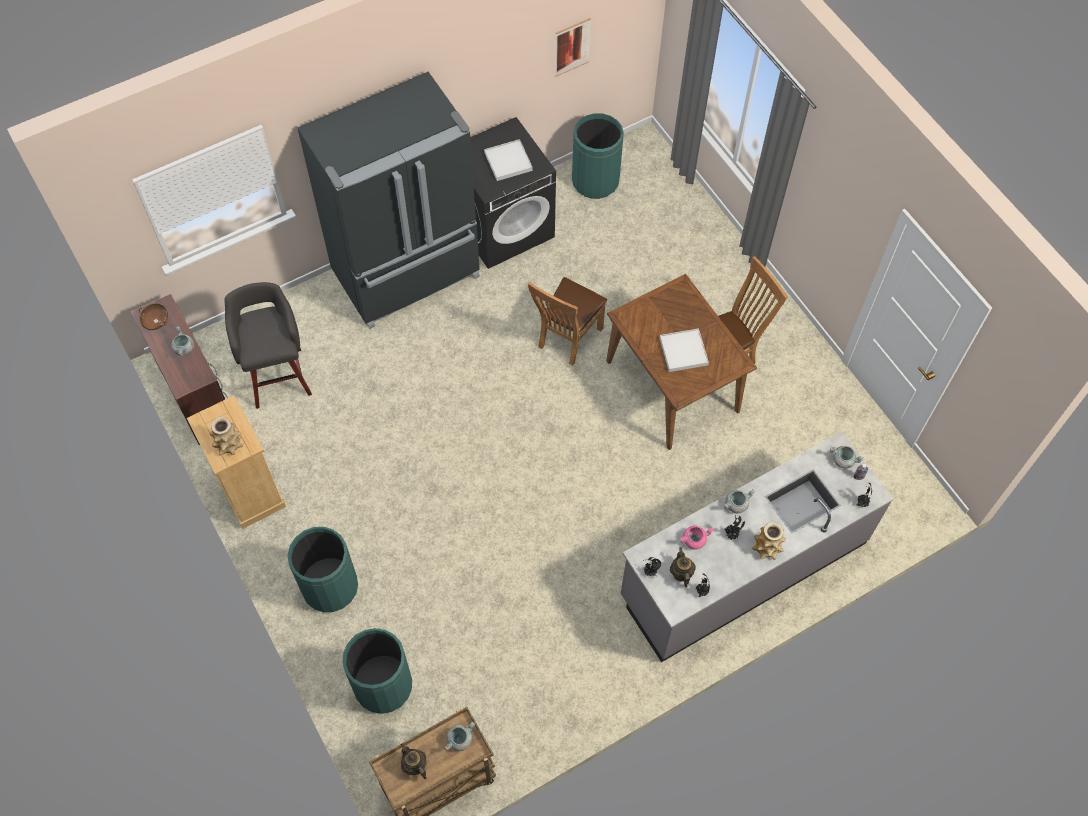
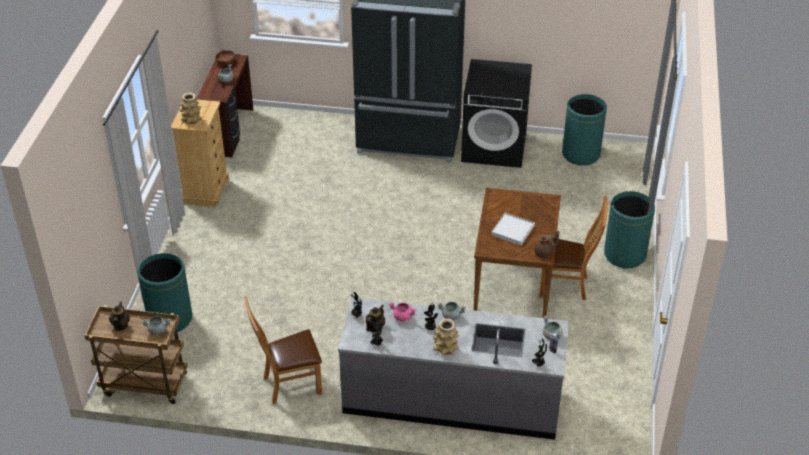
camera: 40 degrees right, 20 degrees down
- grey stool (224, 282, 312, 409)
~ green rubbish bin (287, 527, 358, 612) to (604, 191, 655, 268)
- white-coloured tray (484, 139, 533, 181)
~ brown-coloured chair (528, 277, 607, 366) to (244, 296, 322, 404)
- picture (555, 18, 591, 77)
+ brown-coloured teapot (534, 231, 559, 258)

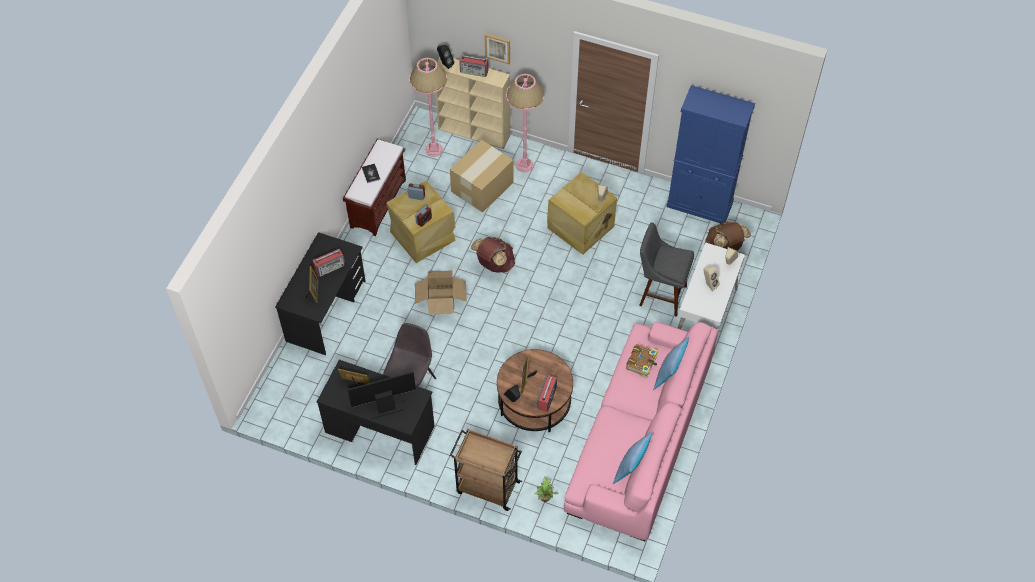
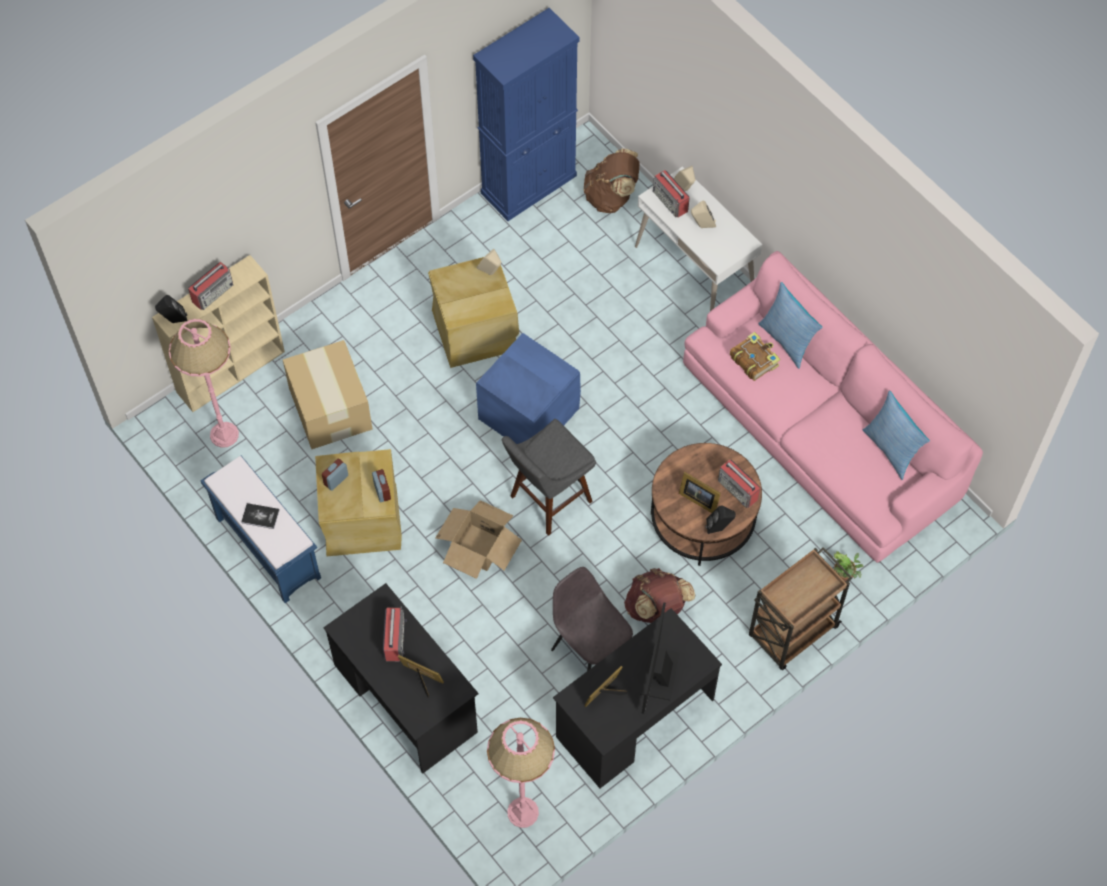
camera: 60 degrees left, 5 degrees up
~ brown-coloured bench (343, 139, 406, 236) to blue bench (201, 456, 321, 603)
~ brown-coloured rucksack (471, 237, 515, 273) to (624, 568, 695, 623)
- picture (485, 33, 510, 64)
~ pinkish standing lamp (506, 74, 544, 172) to (487, 718, 555, 828)
~ grey stool (639, 223, 694, 317) to (502, 419, 596, 536)
+ blue storage bin (476, 333, 581, 444)
+ radio set (653, 170, 690, 218)

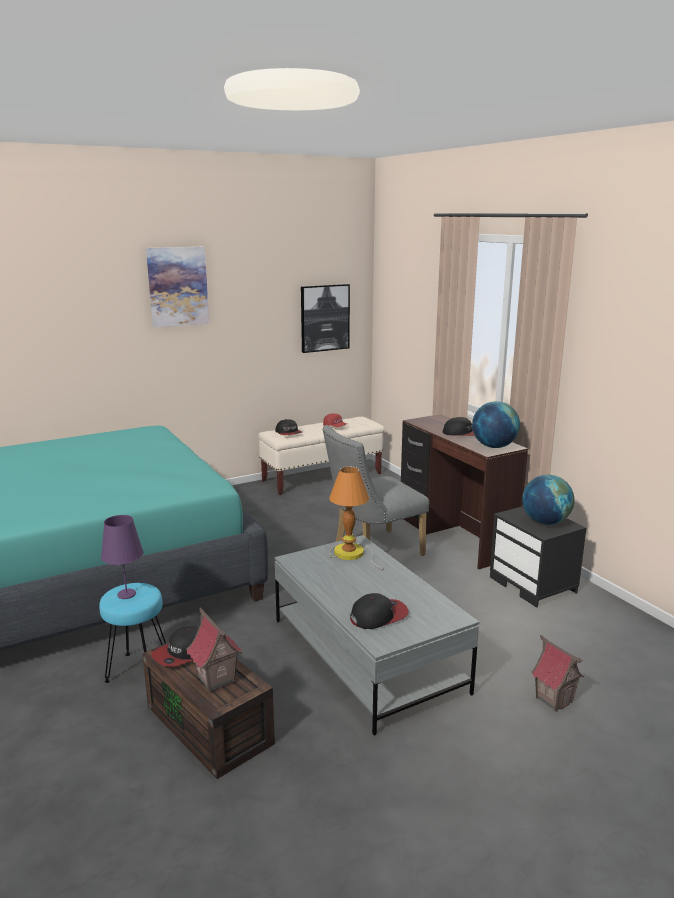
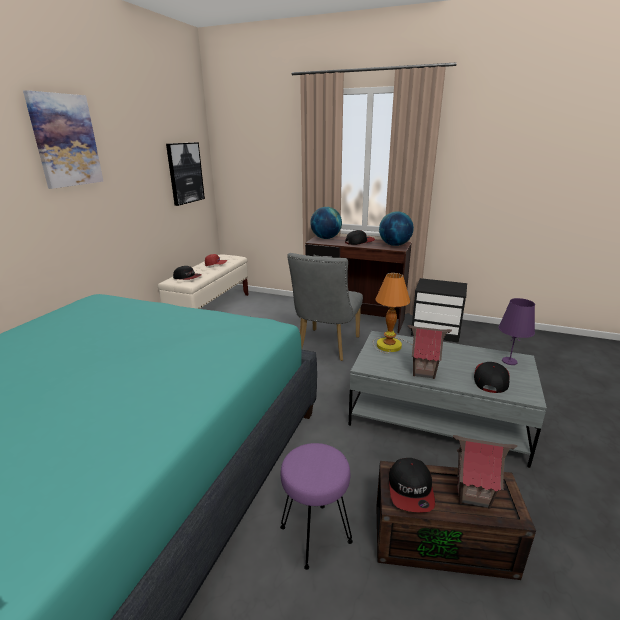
camera: 40 degrees left, 5 degrees up
~ turquoise-coloured stool (99, 583, 166, 683) to purplish stool (280, 443, 353, 570)
~ purplish tabletop lamp (101, 515, 144, 599) to (498, 298, 535, 365)
~ world globe (522, 475, 574, 525) to (310, 207, 342, 239)
~ miniature house (531, 635, 584, 712) to (408, 325, 452, 379)

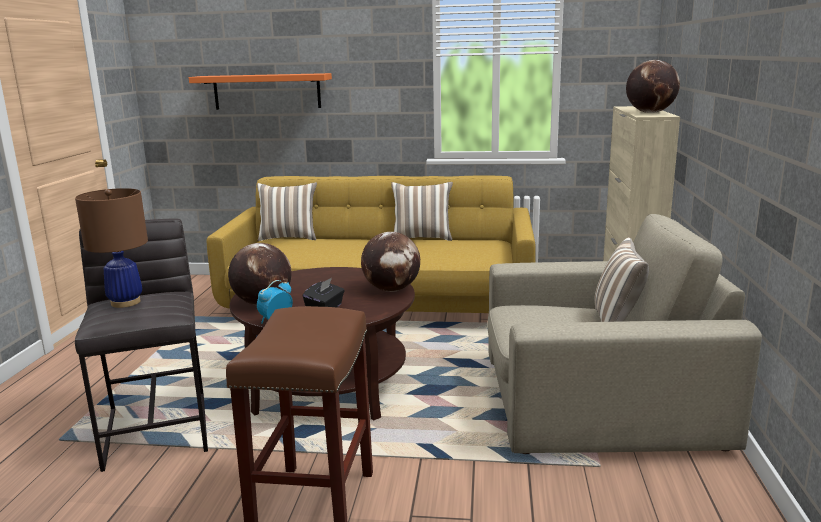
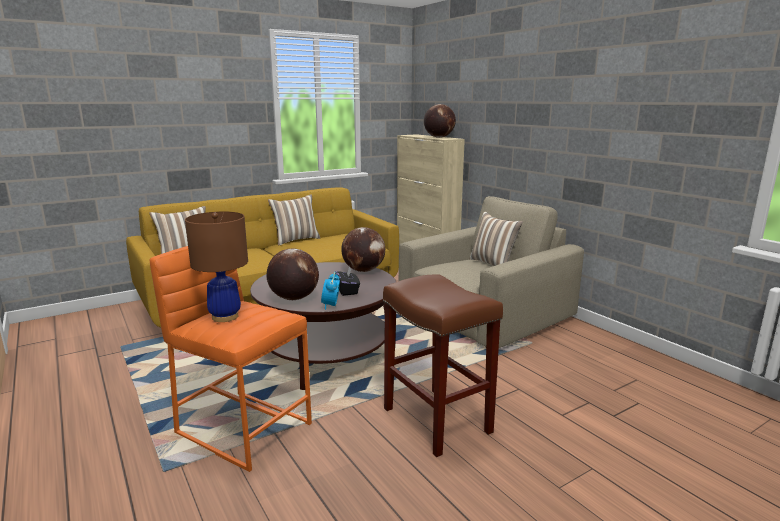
camera: 40 degrees left, 0 degrees up
~ grey stool (75, 218, 208, 472) to orangey stool (150, 246, 312, 472)
- orangey shelf (189, 73, 332, 110)

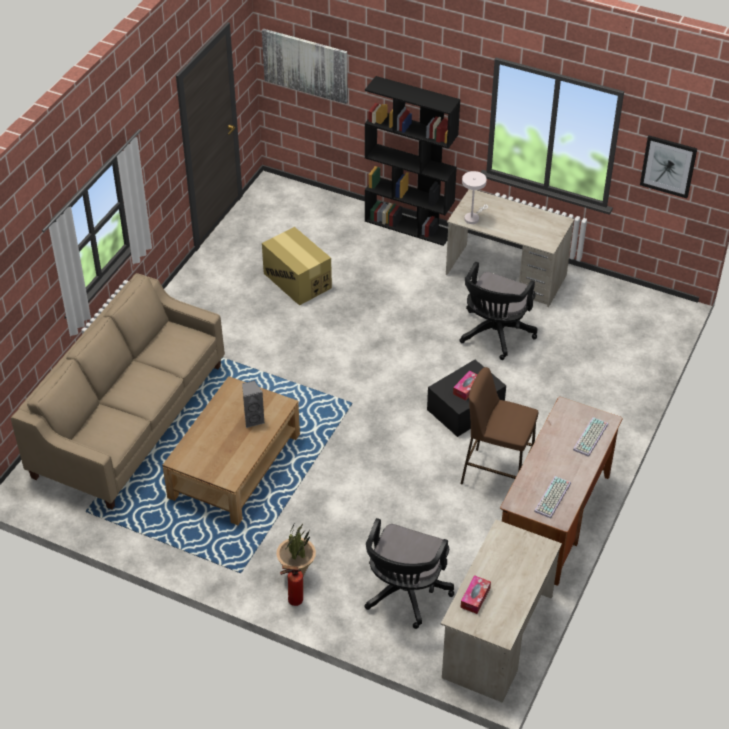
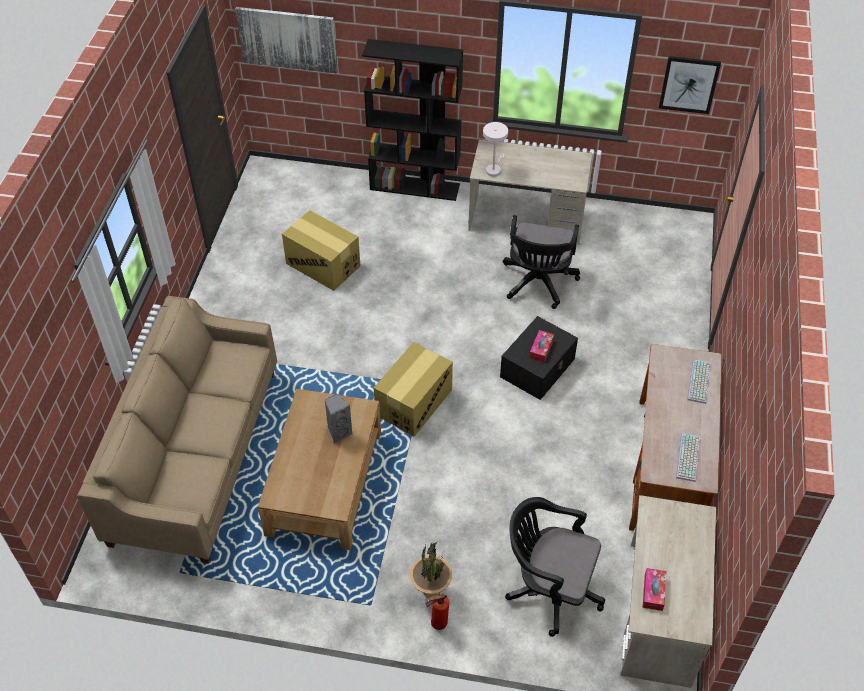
camera: 15 degrees left, 5 degrees up
~ black-coloured computer chair (364, 518, 454, 629) = (505, 497, 605, 637) 105 degrees clockwise
- brown-coloured stool (461, 367, 538, 485)
+ packing box (374, 342, 453, 437)

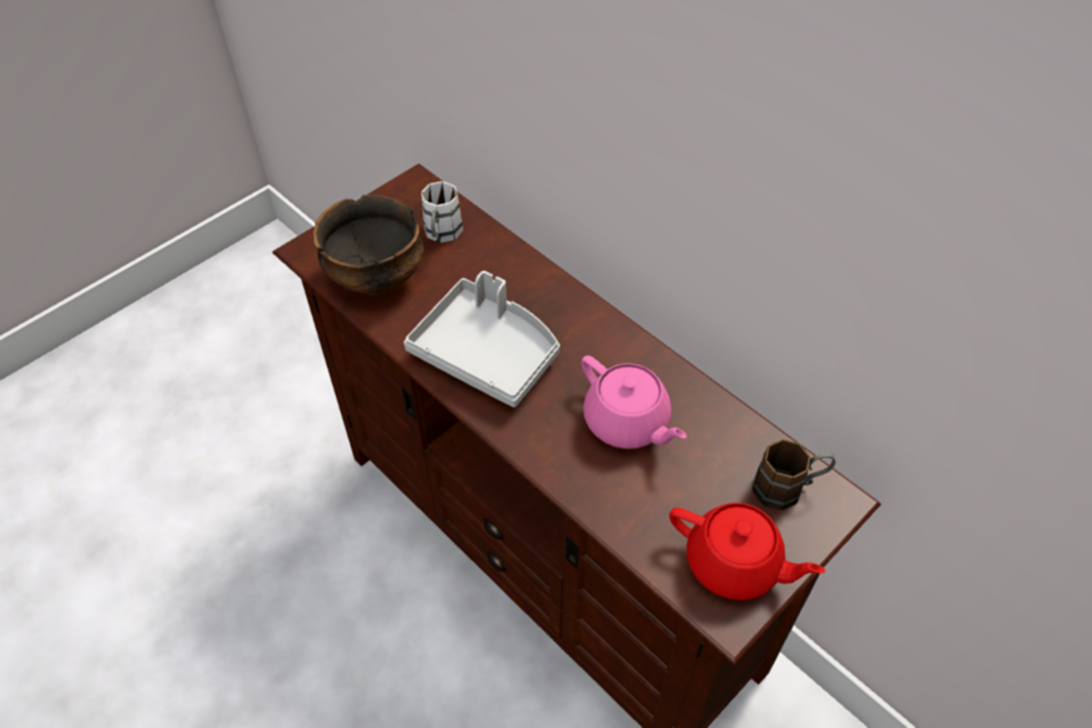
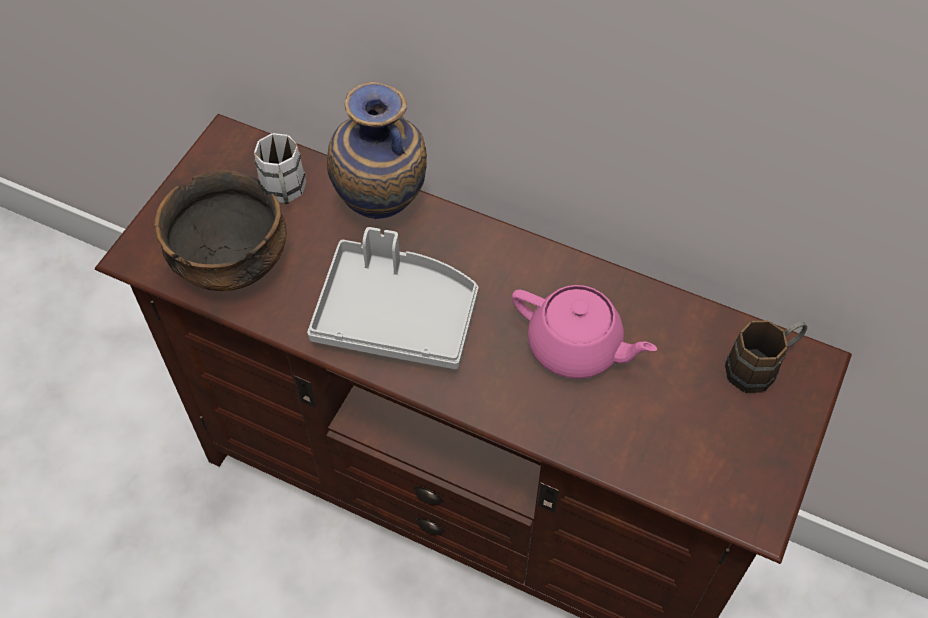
camera: 20 degrees left, 5 degrees up
- red teapot (669, 503, 825, 600)
+ decorative vase (327, 82, 427, 219)

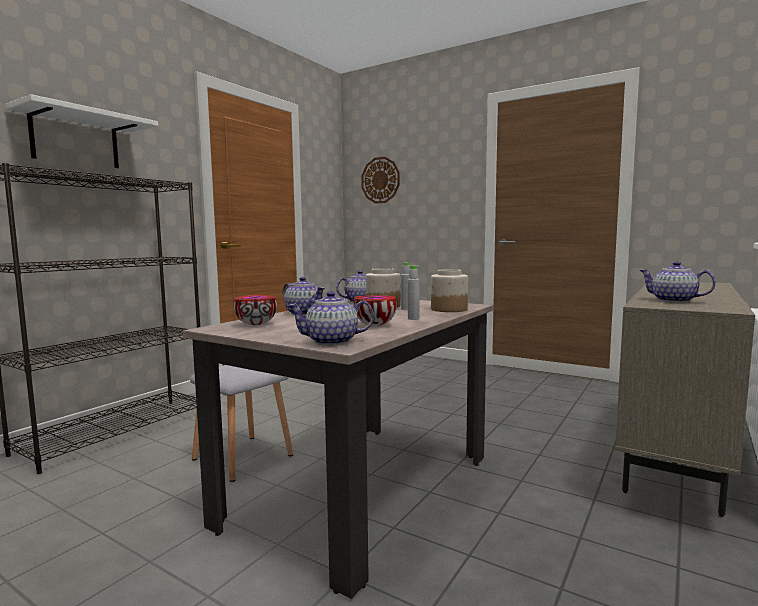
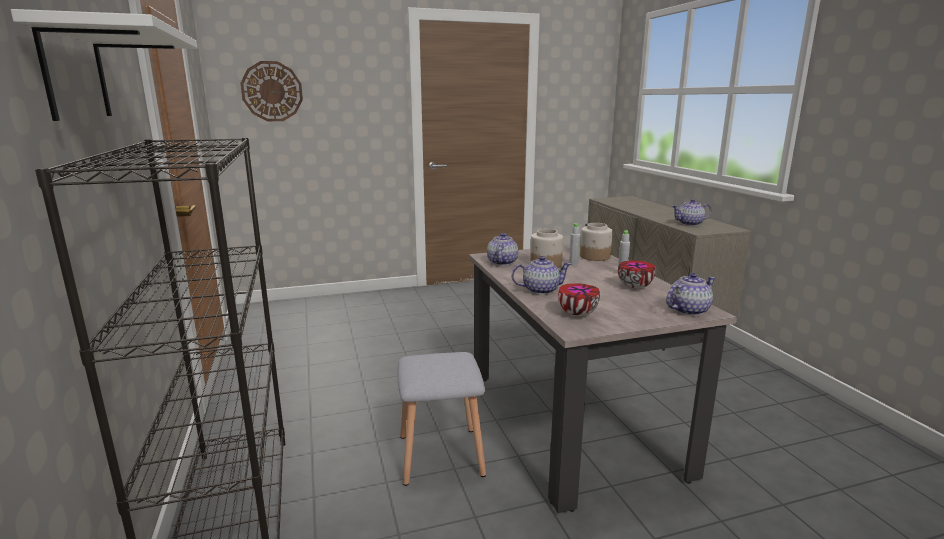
camera: 50 degrees left, 10 degrees up
~ teapot (287, 291, 374, 346) = (666, 273, 715, 316) 150 degrees counterclockwise

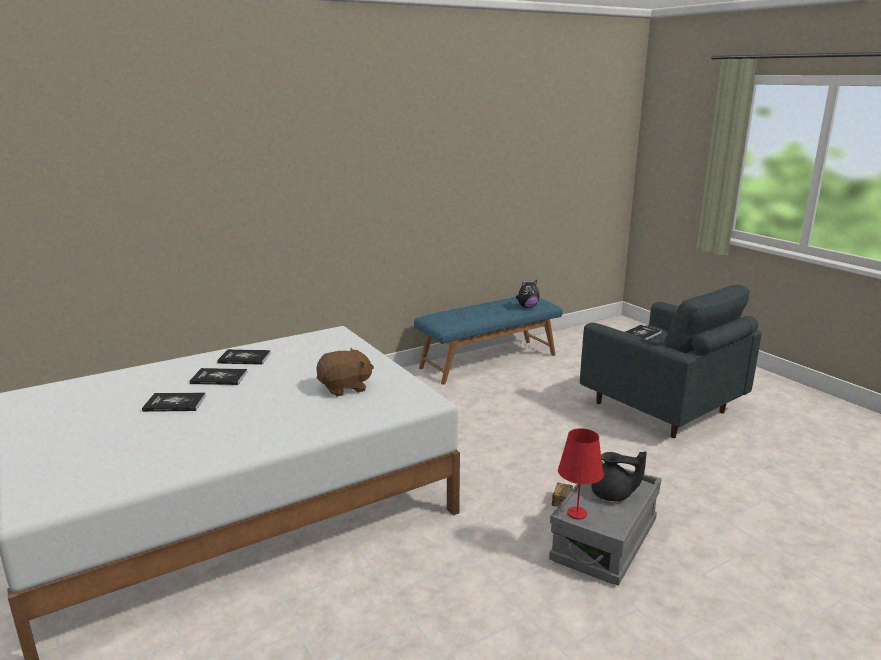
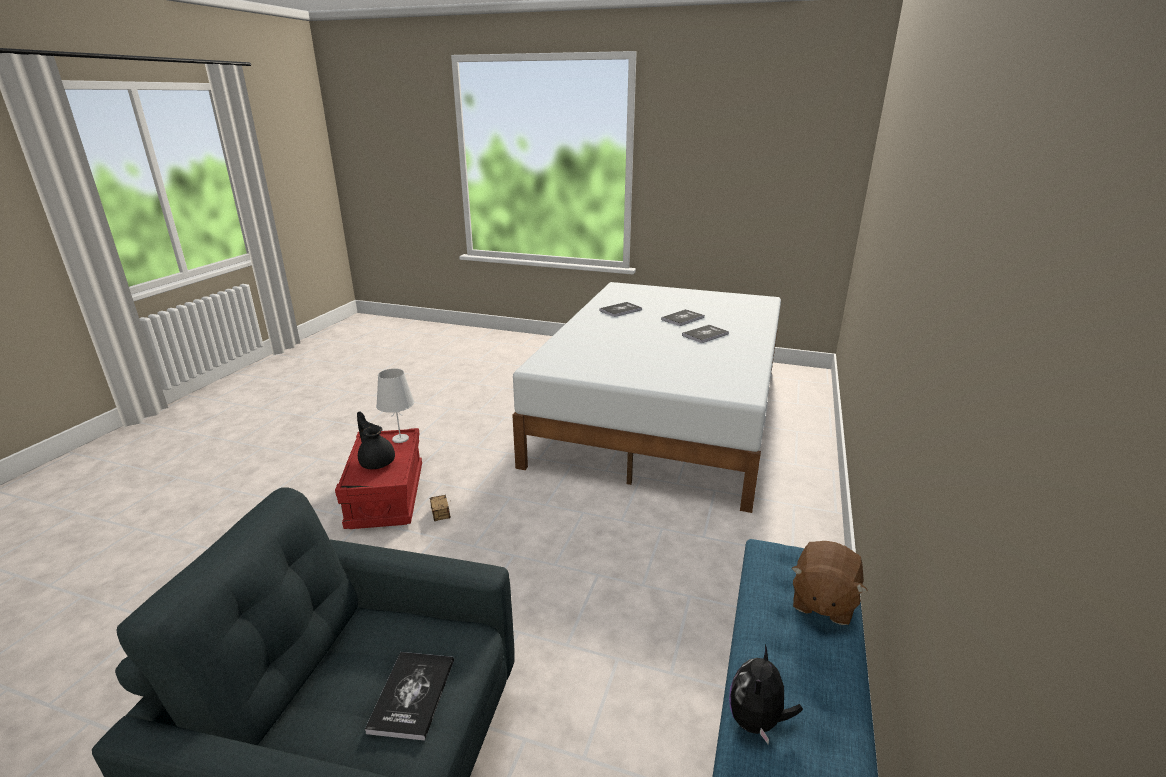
camera: 140 degrees right, 5 degrees up
~ book (217, 349, 271, 365) to (599, 302, 642, 317)
~ brown-coloured cuddly toy (316, 348, 374, 396) to (792, 541, 868, 625)
~ grey storage bin (549, 461, 662, 586) to red storage bin (335, 428, 422, 529)
~ red tabletop lamp (558, 428, 604, 520) to white-coloured tabletop lamp (376, 368, 414, 443)
~ black-coloured teapot (591, 451, 647, 501) = (357, 412, 395, 469) 75 degrees clockwise

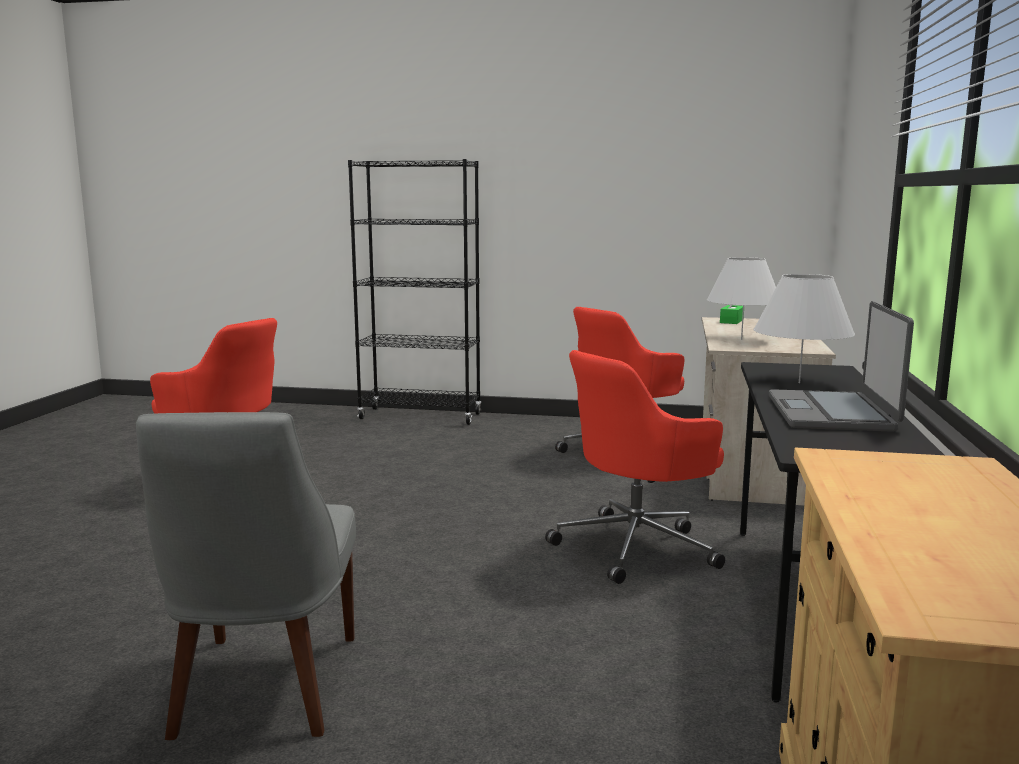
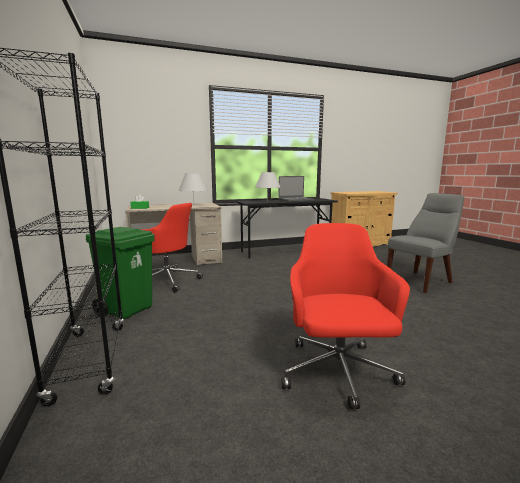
camera: 120 degrees left, 0 degrees up
- red computer chair (545, 350, 725, 584)
+ green rubbish bin (86, 227, 155, 319)

